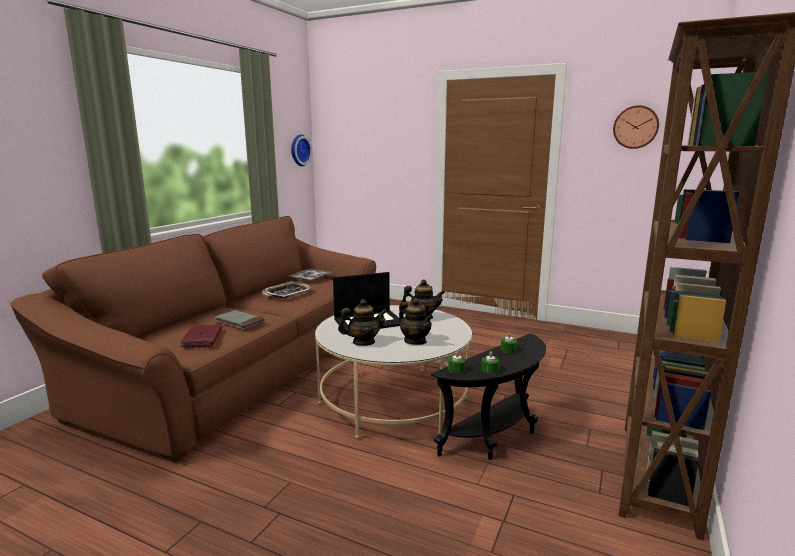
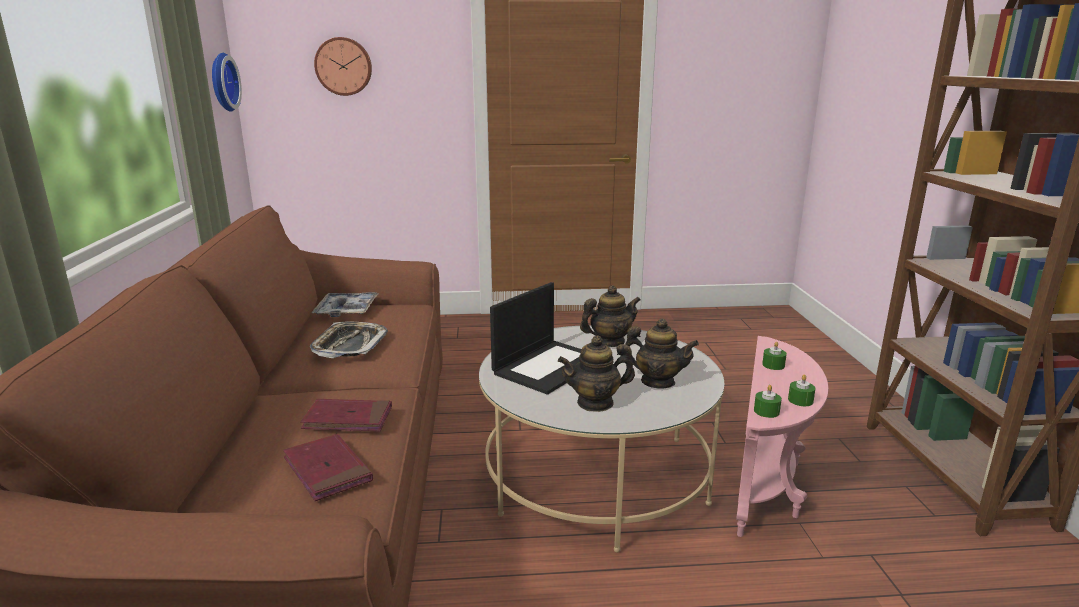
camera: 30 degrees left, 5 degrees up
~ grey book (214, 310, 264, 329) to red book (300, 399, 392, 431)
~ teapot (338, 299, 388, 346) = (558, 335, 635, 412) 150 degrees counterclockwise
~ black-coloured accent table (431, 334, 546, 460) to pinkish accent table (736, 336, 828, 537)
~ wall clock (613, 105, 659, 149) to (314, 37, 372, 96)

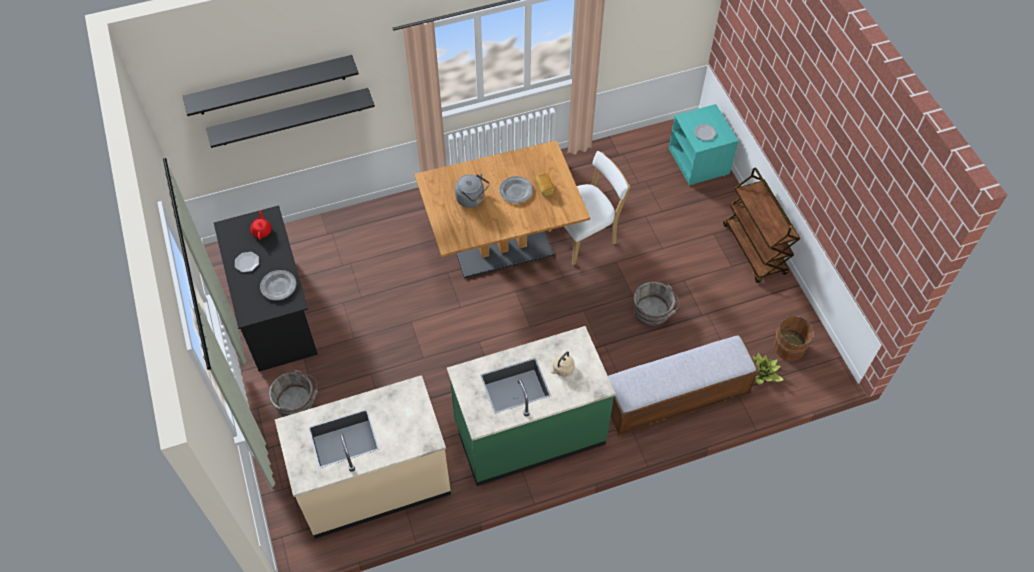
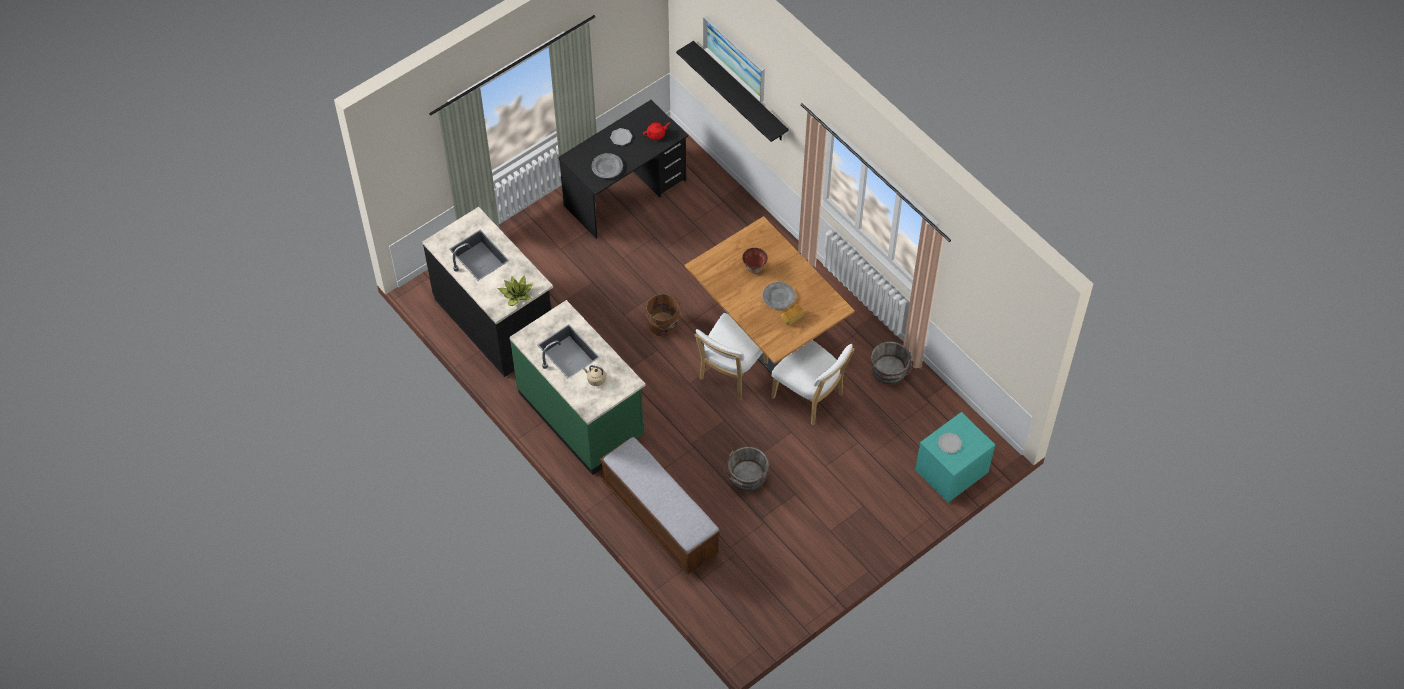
camera: 70 degrees right, 0 degrees up
~ black-coloured shelf (183, 55, 359, 116) to picture (703, 15, 765, 103)
~ grey pail (268, 370, 318, 417) to (871, 341, 912, 384)
~ beige-coloured counter (275, 375, 451, 539) to black-coloured counter (422, 207, 553, 377)
~ grey tea kettle (455, 174, 490, 208) to serving bowl (742, 248, 768, 273)
- brown-coloured wheeled cart (723, 168, 800, 283)
~ plant in a pot (753, 352, 784, 385) to (498, 275, 533, 306)
~ brown-coloured pail (774, 315, 815, 361) to (646, 294, 682, 337)
+ white-coloured chair (695, 313, 768, 400)

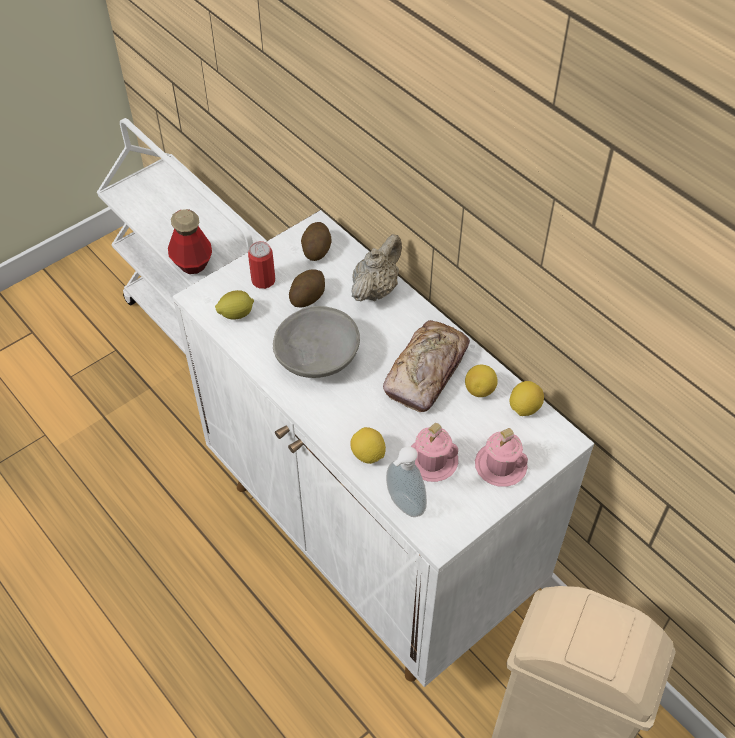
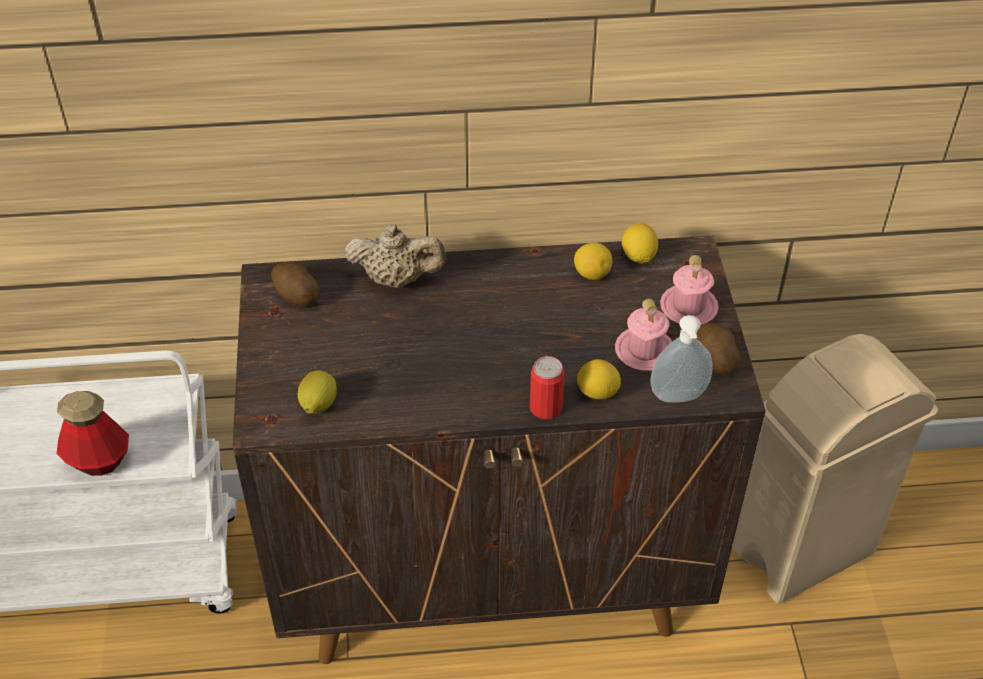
camera: 55 degrees left, 5 degrees down
~ white-coloured cabinet (173, 210, 594, 687) to brown-coloured cabinet (233, 236, 766, 664)
~ metal can (248, 241, 275, 289) to (530, 356, 564, 419)
- grey serving bowl (273, 306, 360, 378)
~ spud (289, 269, 325, 307) to (696, 323, 741, 375)
~ beige-coloured teapot (351, 234, 402, 302) = (345, 224, 447, 288) 120 degrees clockwise
- baked bread (383, 320, 470, 412)

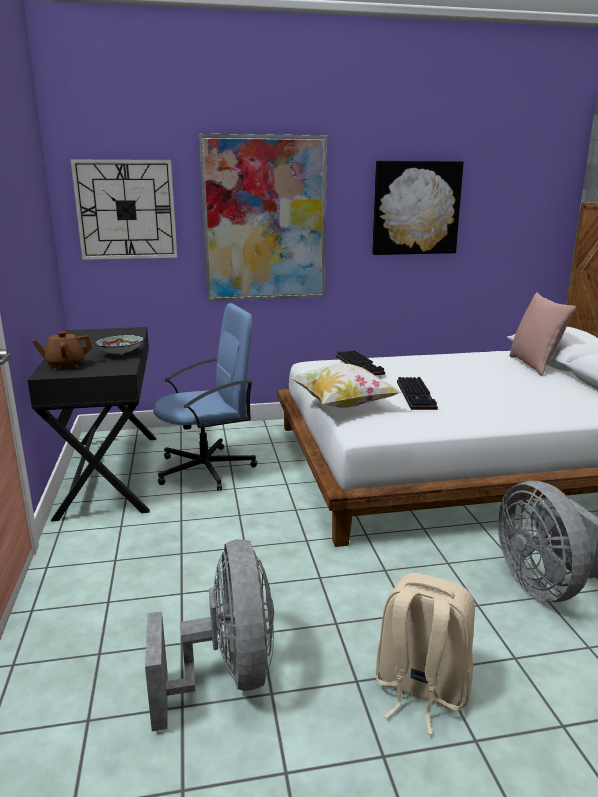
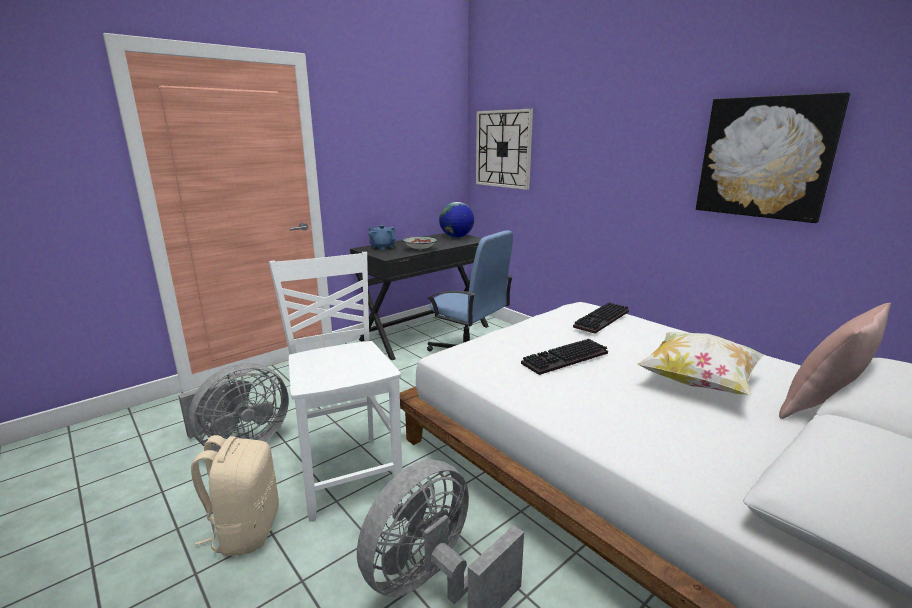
camera: 60 degrees right, 0 degrees up
~ brown-coloured teapot (32, 331, 93, 370) to blue teapot (368, 225, 396, 250)
- picture (199, 134, 327, 301)
~ throw pillow (290, 363, 401, 408) to (637, 332, 764, 395)
+ white-coloured chair (269, 252, 402, 522)
+ world globe (439, 202, 474, 238)

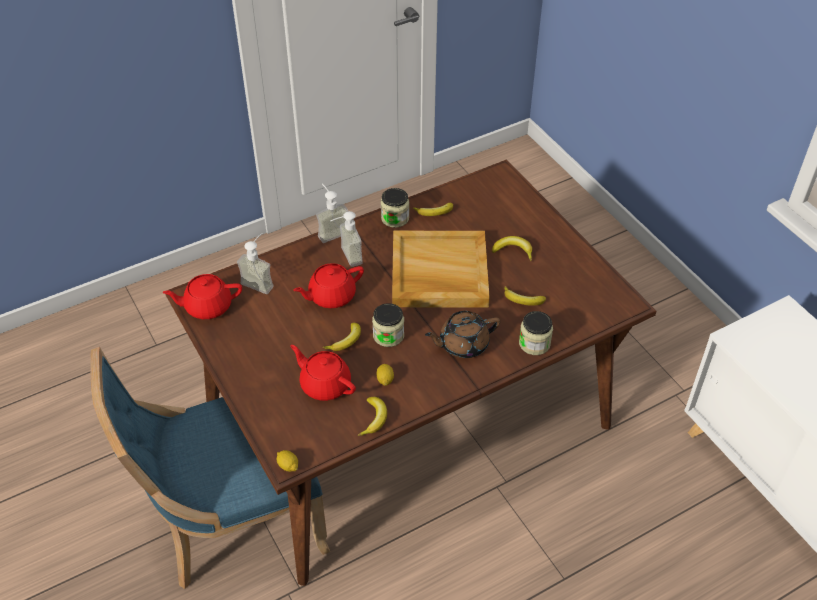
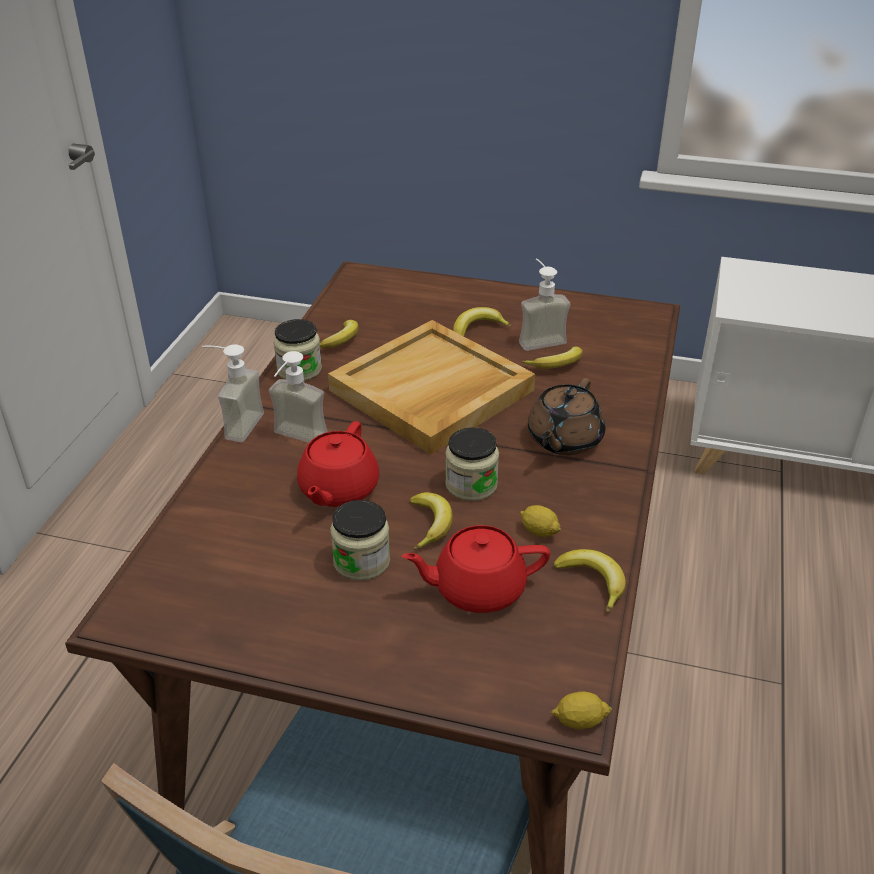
camera: 45 degrees left, 10 degrees down
- red teapot (162, 274, 242, 319)
~ soap dispenser (237, 233, 274, 294) to (519, 258, 570, 351)
~ jar (519, 311, 553, 355) to (330, 500, 390, 581)

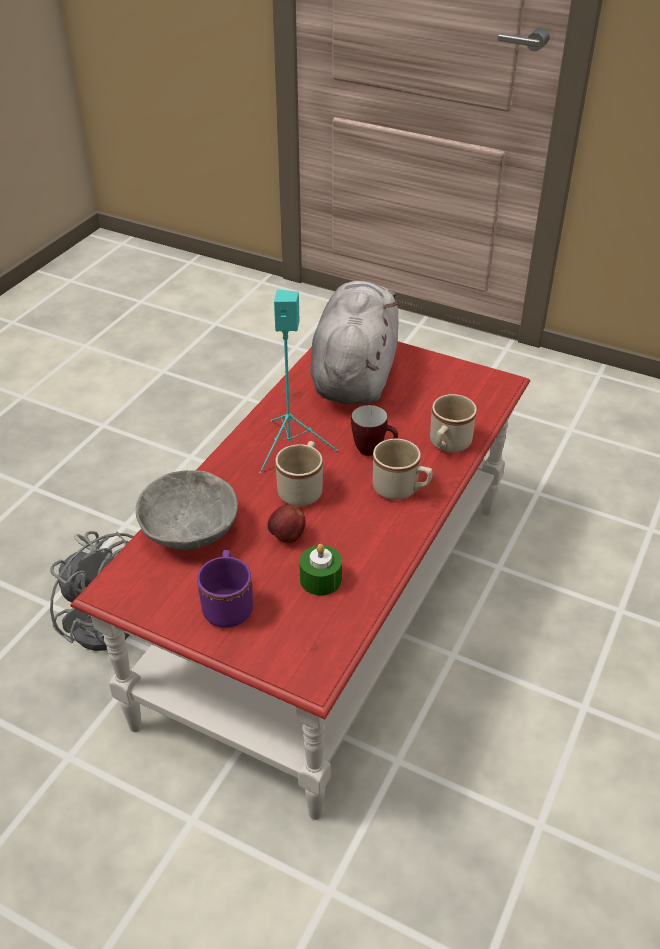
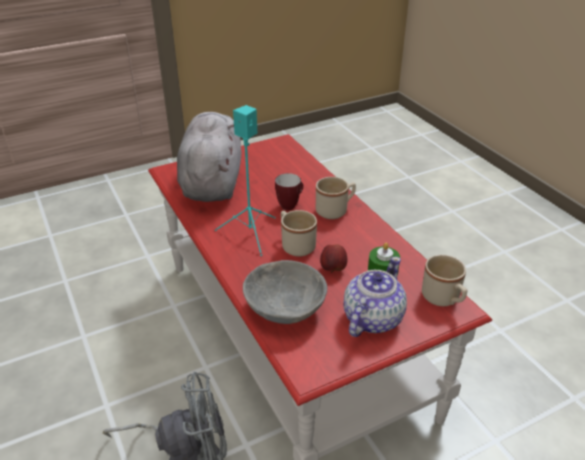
camera: 55 degrees left, 5 degrees down
~ purplish tea mug (197, 550, 253, 628) to teapot (344, 257, 407, 337)
~ grey cuddly toy (310, 281, 398, 404) = (177, 112, 241, 202) 45 degrees clockwise
~ beige-coloured tea mug (430, 394, 477, 453) to (422, 255, 468, 306)

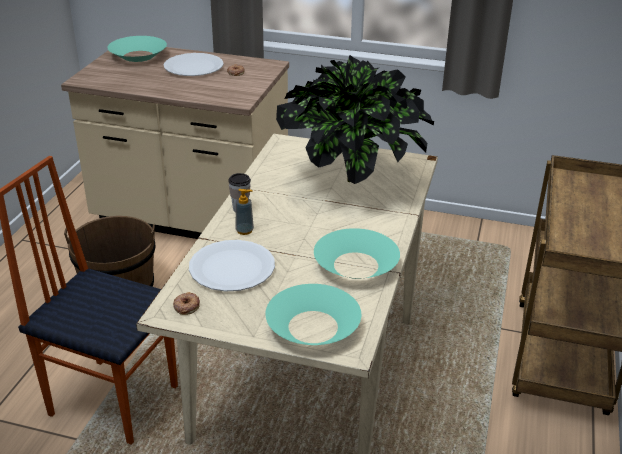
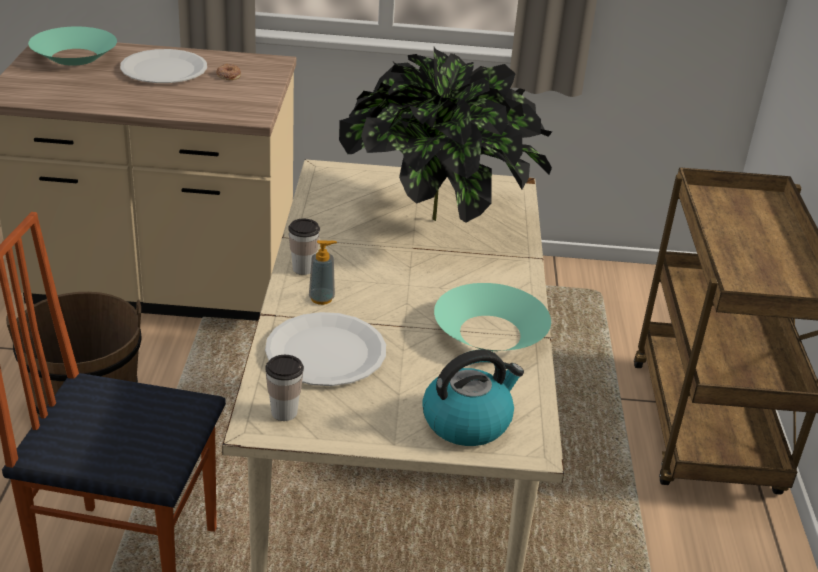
camera: 15 degrees left, 0 degrees up
~ doughnut (173, 292, 200, 315) to drinking cup (265, 355, 304, 421)
~ turquoise-coloured serving bowl (265, 284, 361, 345) to tea kettle (422, 349, 524, 446)

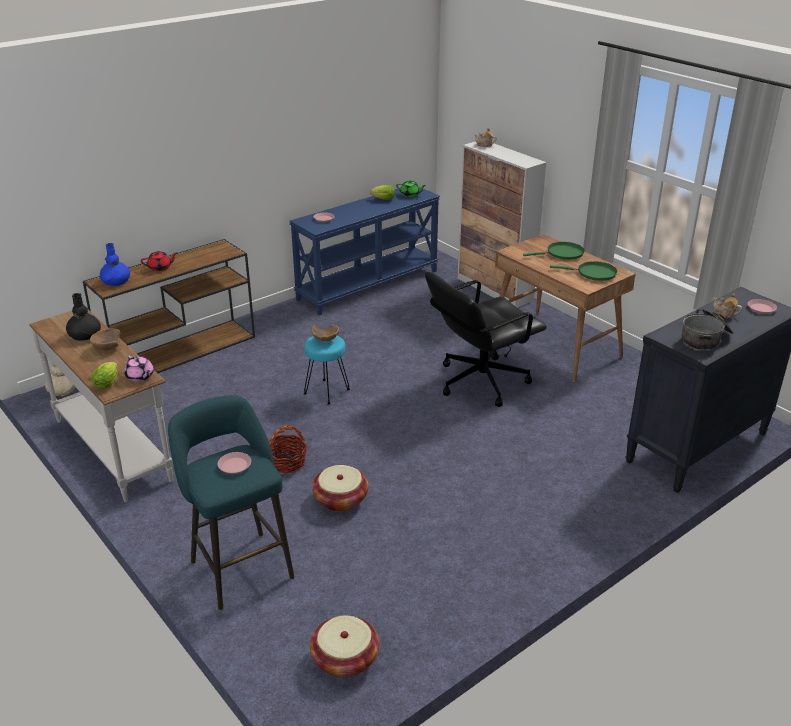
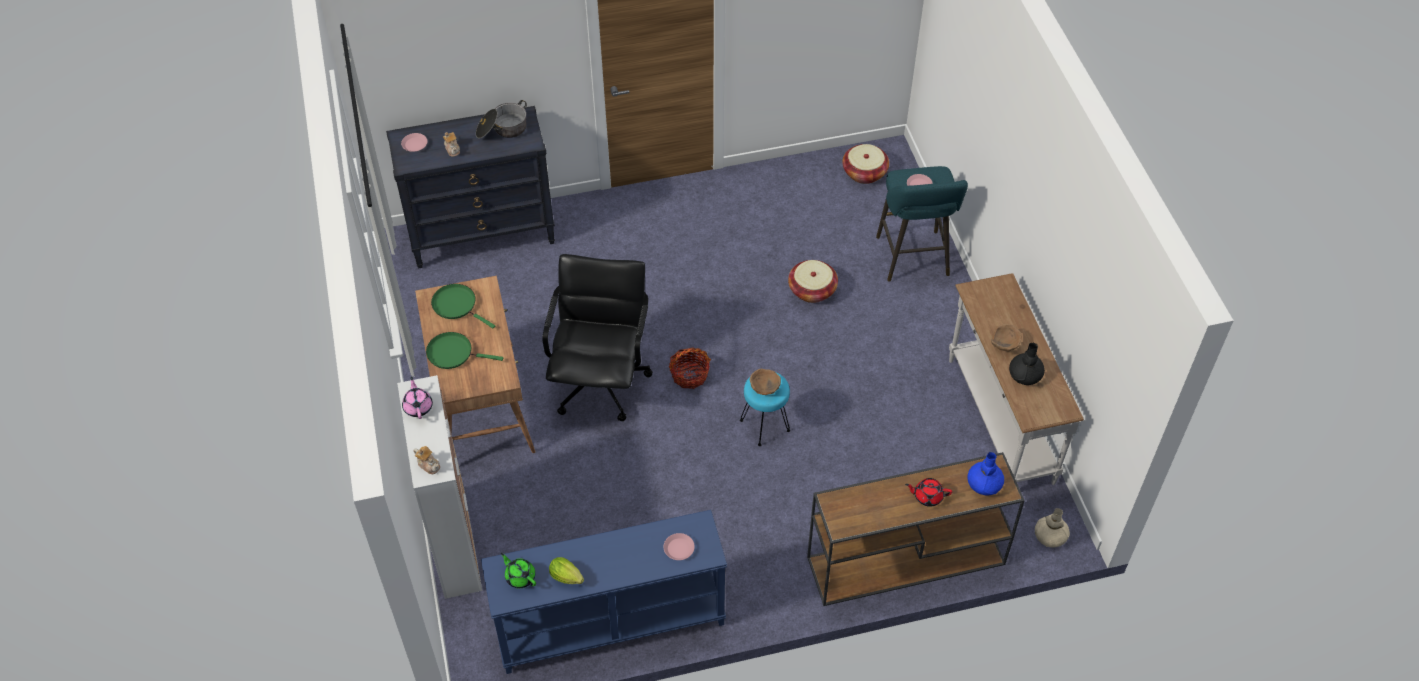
camera: 155 degrees left, 20 degrees up
- head of lettuce (91, 362, 117, 389)
~ pinkish teapot (124, 356, 154, 382) to (402, 377, 433, 419)
~ storage basket (269, 425, 307, 474) to (669, 347, 711, 389)
~ black-coloured computer chair (425, 272, 547, 407) = (542, 254, 653, 421) 75 degrees counterclockwise

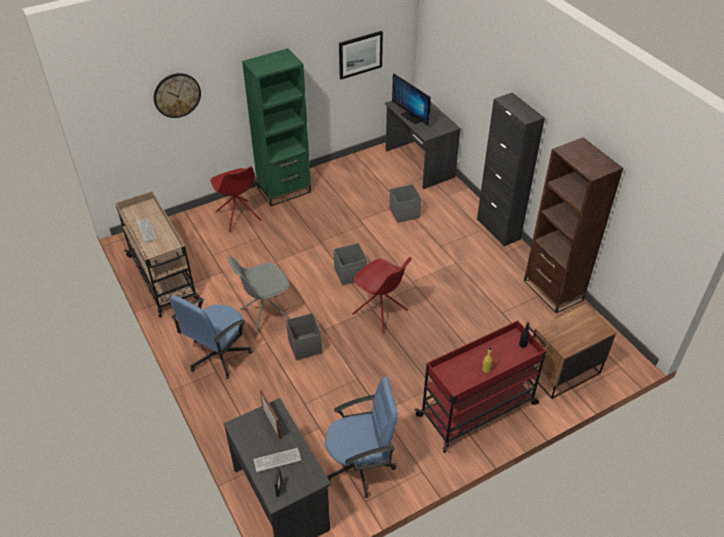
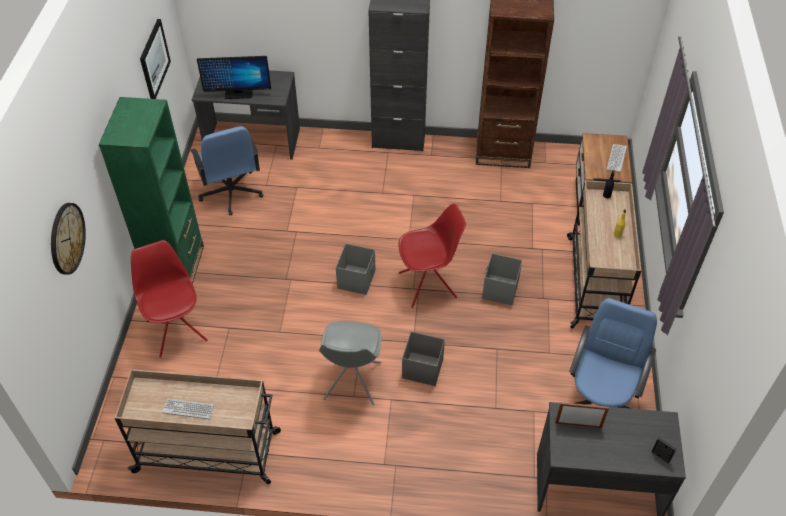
camera: 55 degrees left, 5 degrees up
~ blue computer chair (169, 295, 253, 379) to (191, 126, 263, 216)
~ red chair (211, 166, 262, 232) = (131, 240, 208, 358) 120 degrees counterclockwise
~ keyboard (253, 448, 301, 472) to (607, 144, 627, 172)
~ grey storage bin (389, 184, 422, 223) to (482, 253, 522, 305)
~ red wheeled cart (415, 320, 547, 453) to beige-coloured wheeled cart (567, 178, 641, 329)

